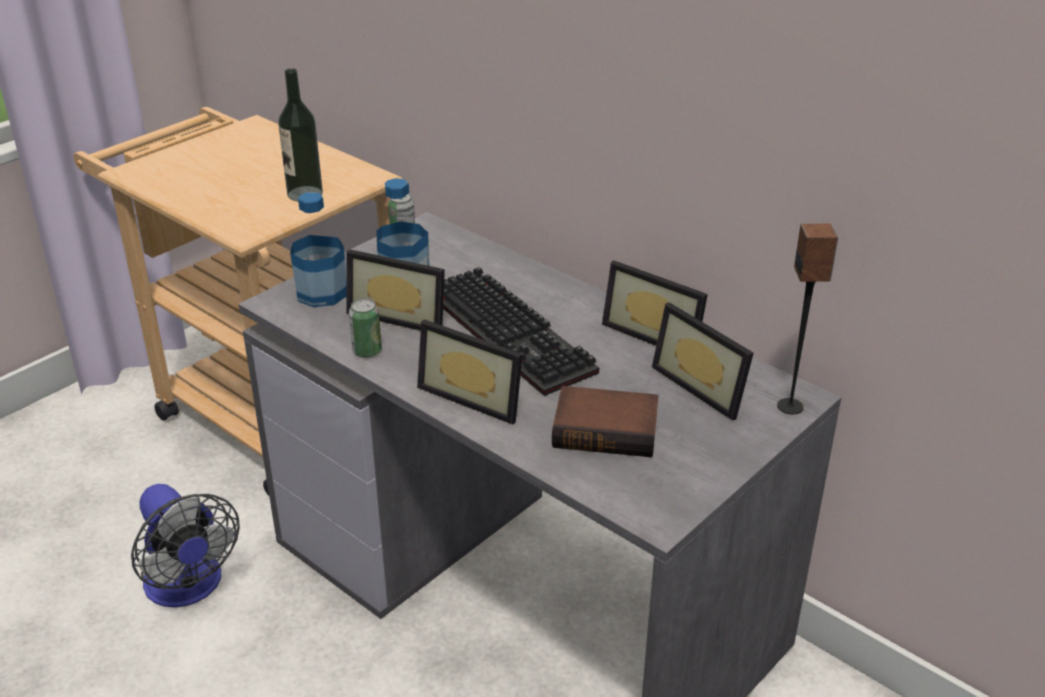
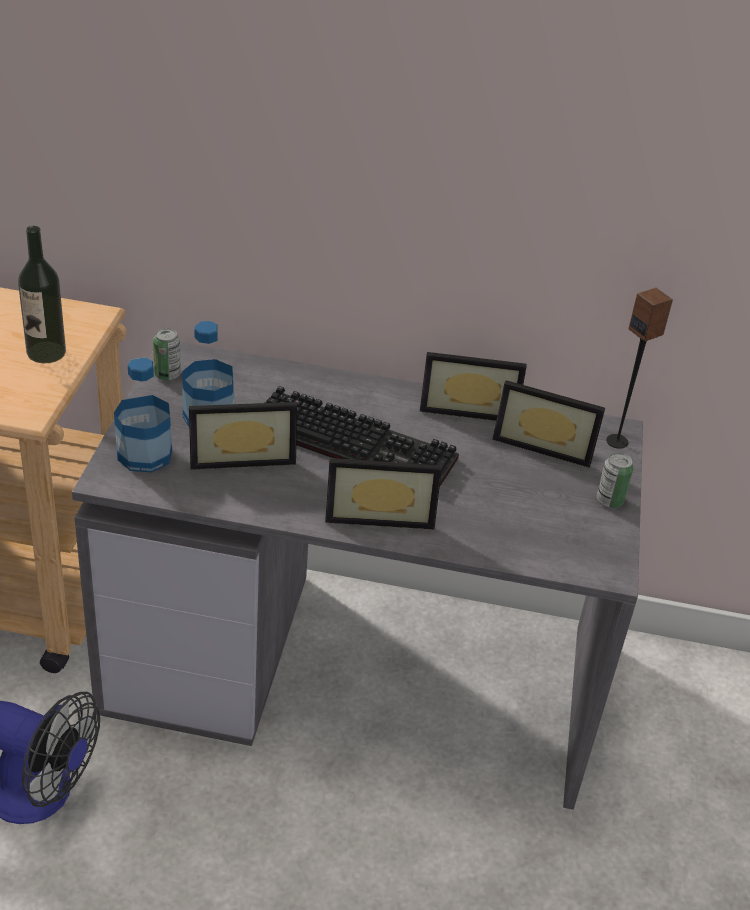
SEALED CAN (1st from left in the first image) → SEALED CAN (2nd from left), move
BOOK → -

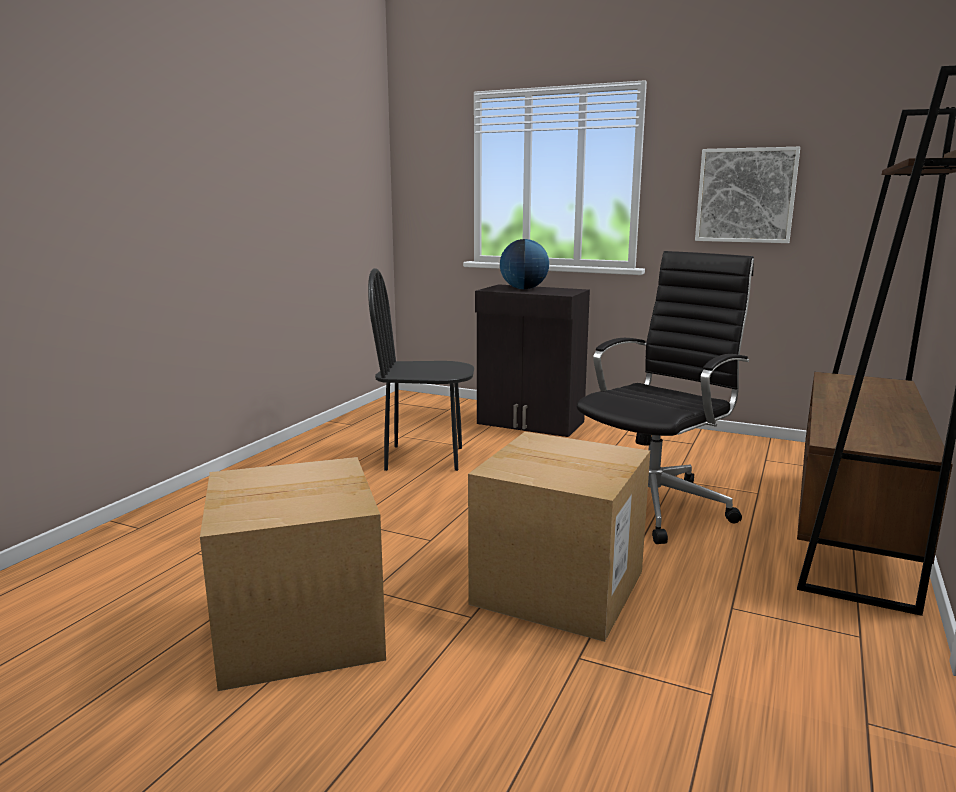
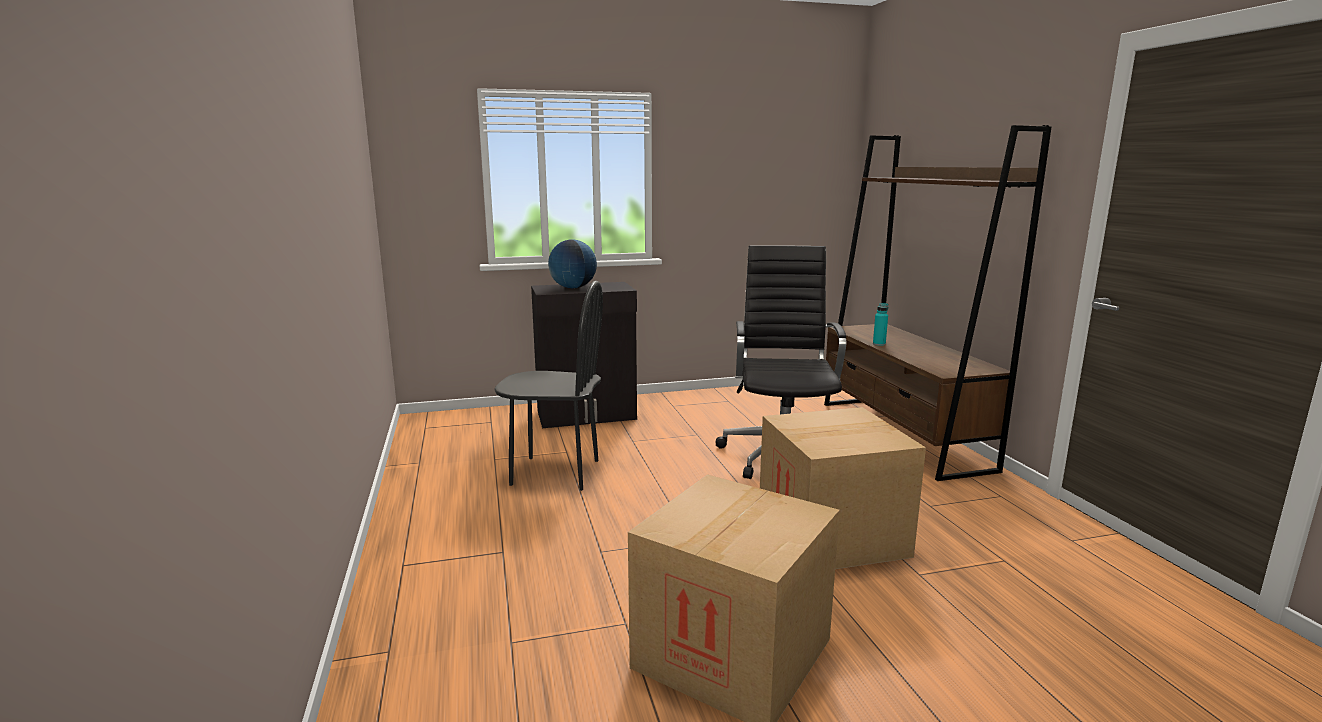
BLACK CHAIR, 135 degrees counterclockwise
- → TURQUOISE BEVERAGE BOTTLE
WALL PICTURE → -

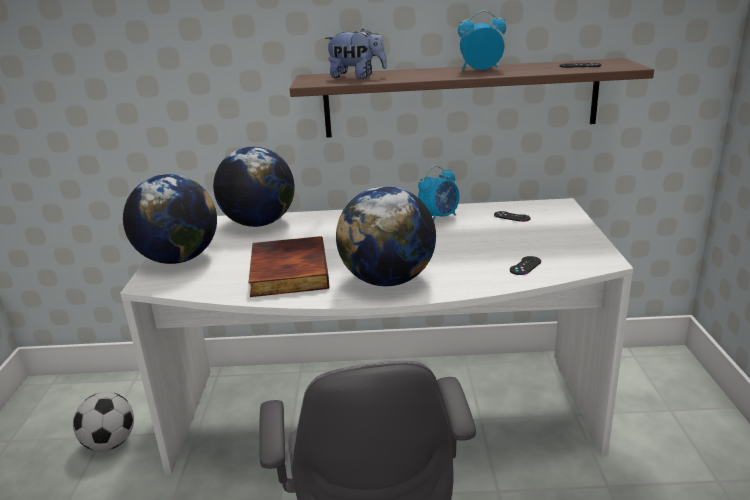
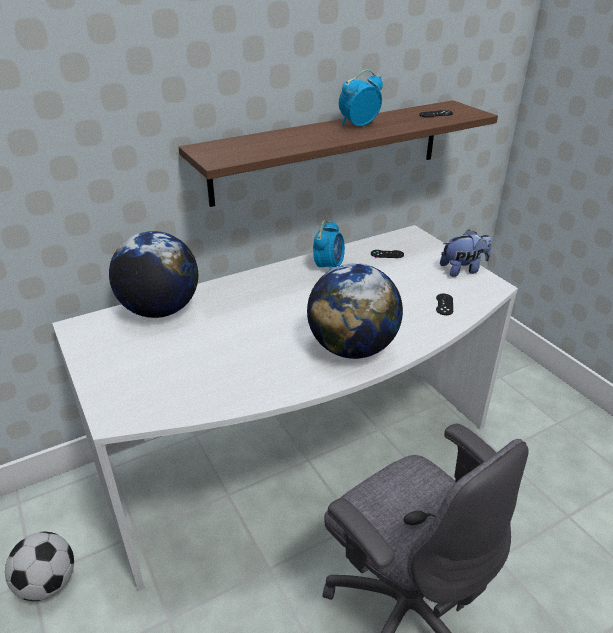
PLUSH TOY, move
WORLD GLOBE (1st from left) → -
BOOK → -

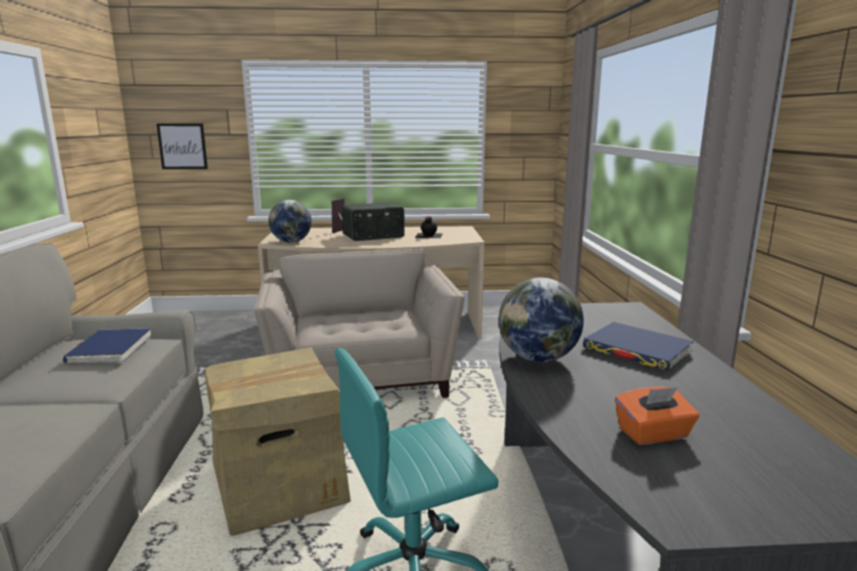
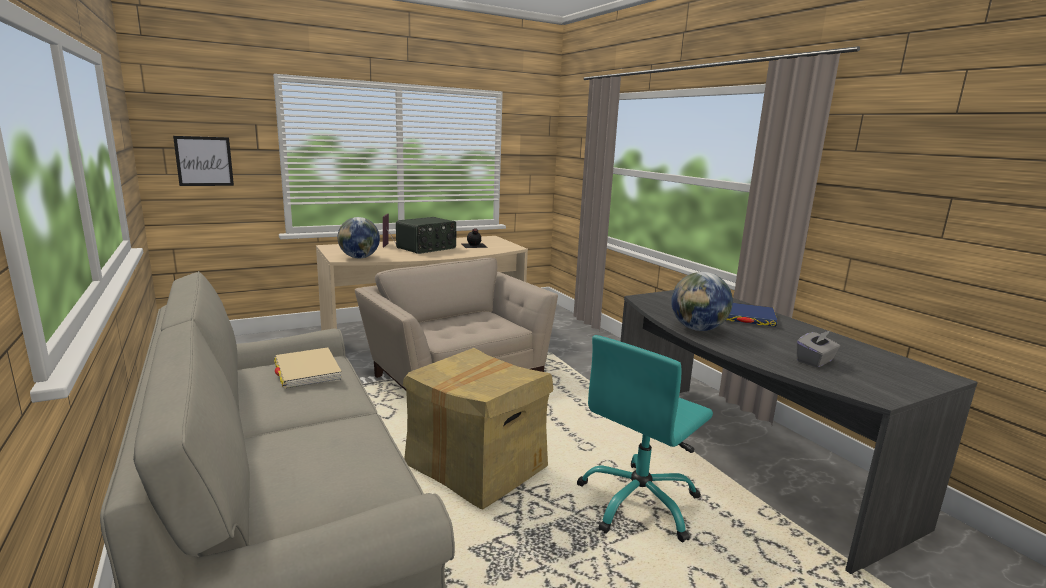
BLUE BOOK (1st from left) → SAND-COLOURED BOOK
ORANGE-COLOURED TISSUE BOX → GREYISH TISSUE BOX

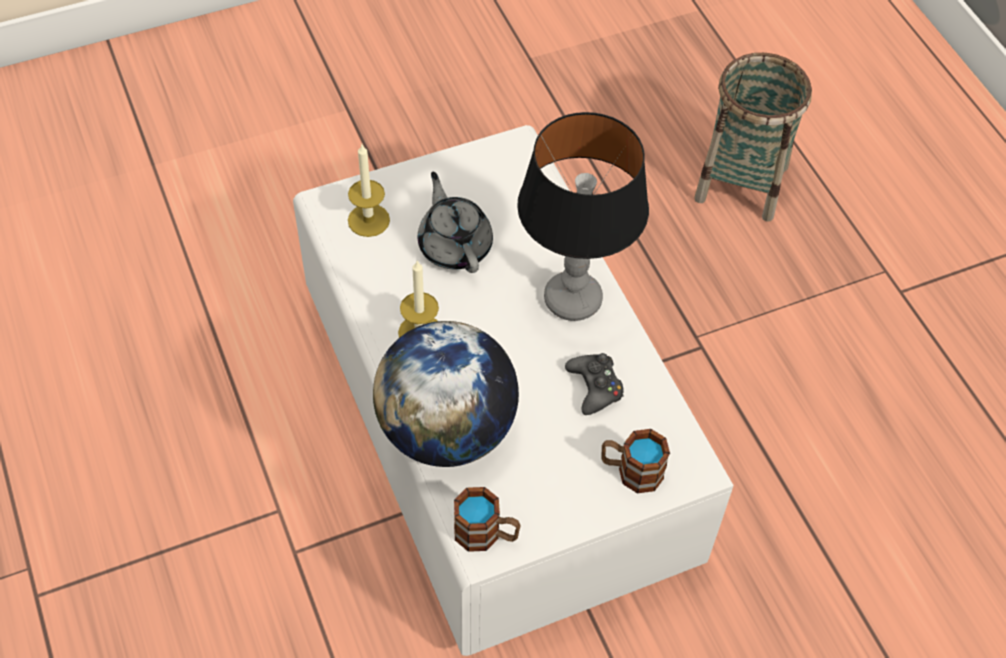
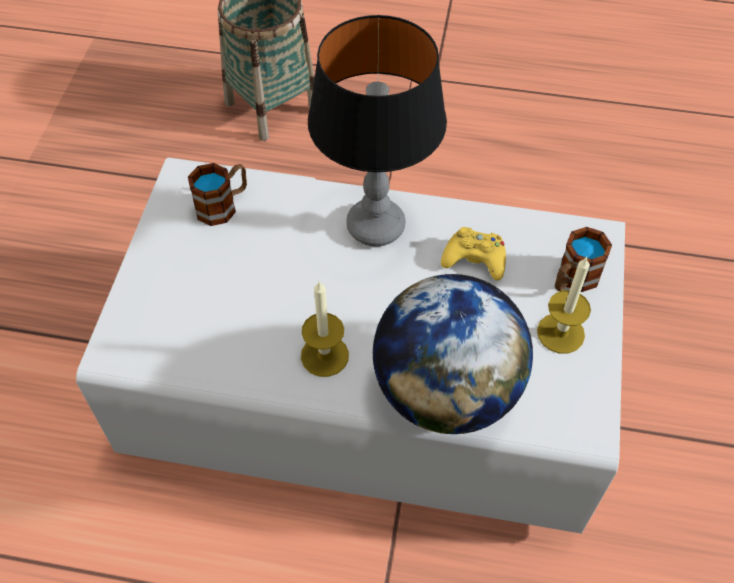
COFFEE MUG (1st from left), move
BLACK GAMEPAD → YELLOW GAMEPAD
WAX CANDLE (1st from left in the first image) → WAX CANDLE (2nd from left), move
GREYISH TEA POT → -

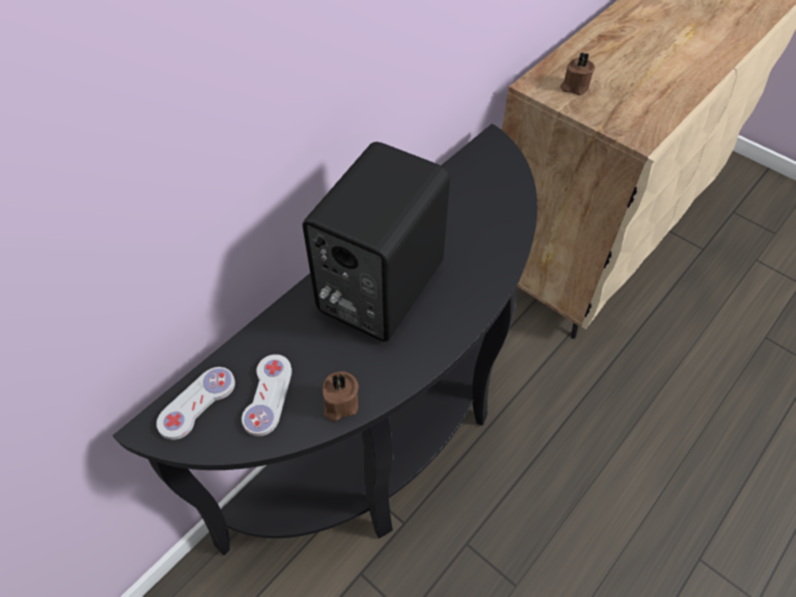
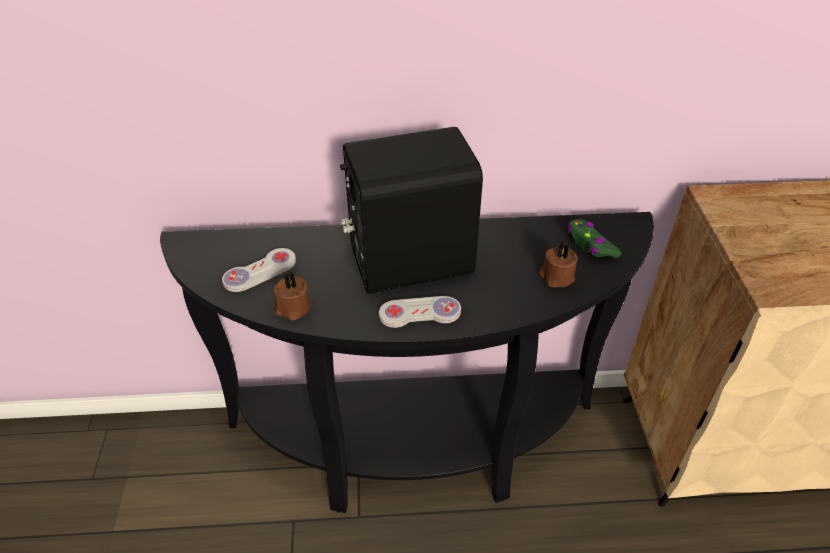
WHITE GAMEPAD (1st from left in the first image) → WHITE GAMEPAD (2nd from left), move
BROWN-COLOURED WAX CANDLE (2nd from left), move
- → GREEN-COLOURED GAMEPAD

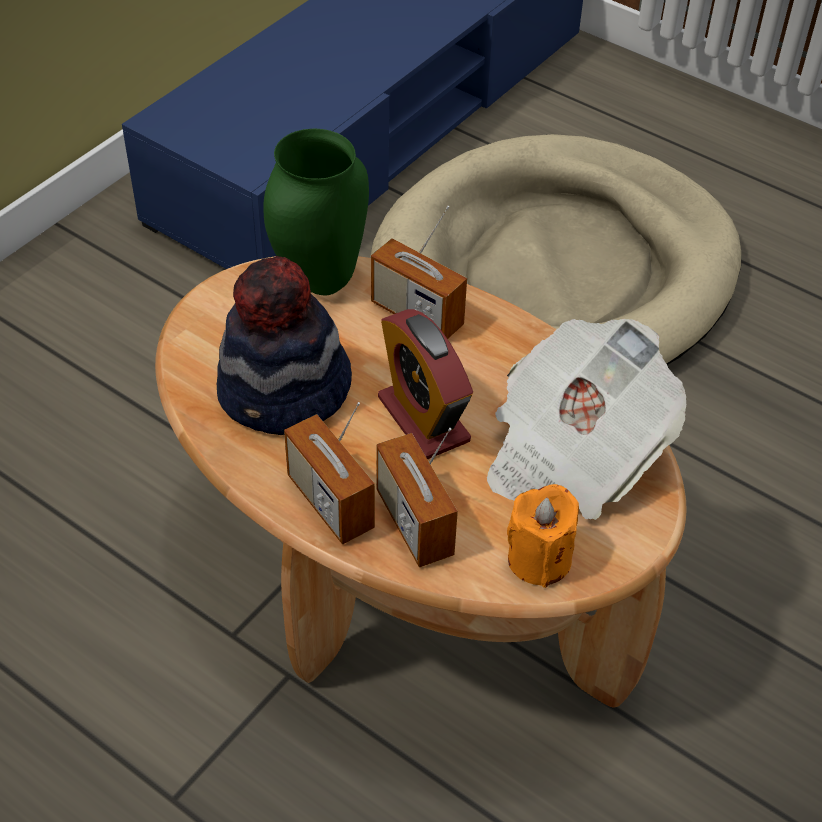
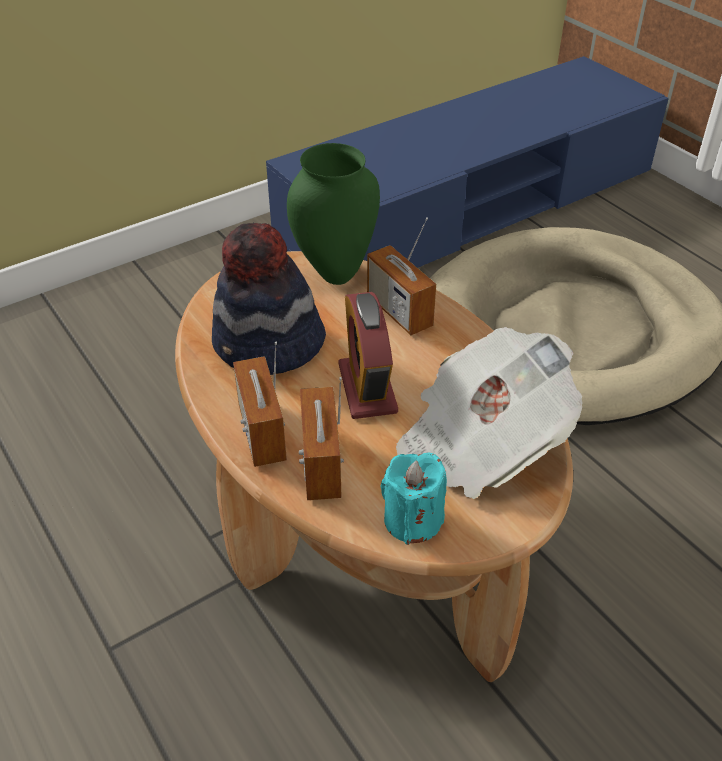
ORANGE-COLOURED WAX CANDLE → TURQUOISE WAX CANDLE

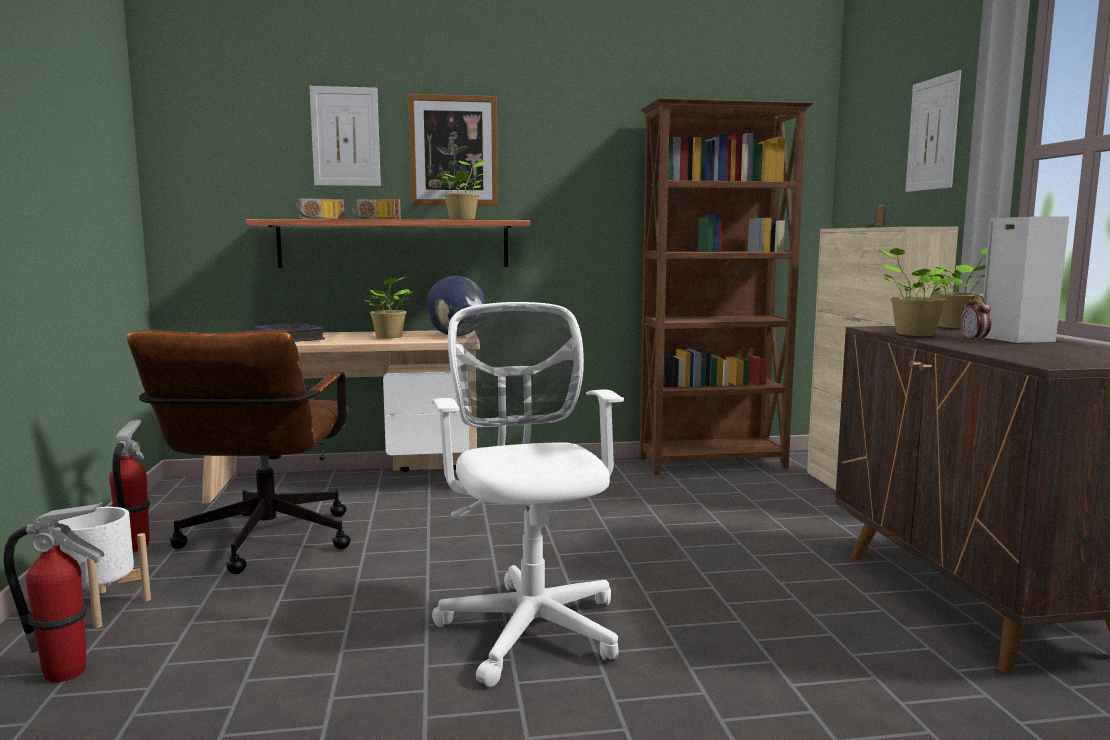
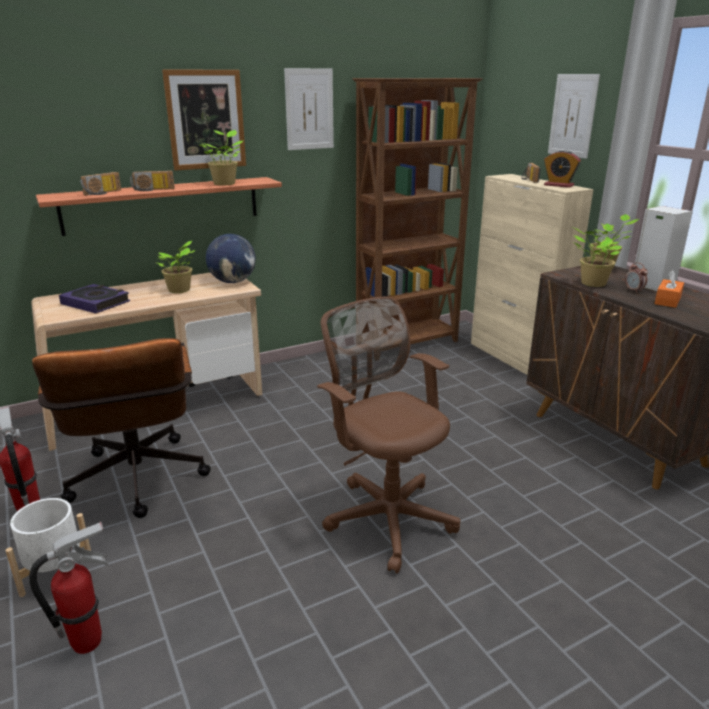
WALL PICTURE (1st from left in the first image) → WALL PICTURE (2nd from left), move
WHITE DESK CHAIR → BROWN-COLOURED DESK CHAIR (2nd from left)
- → ALARM CLOCK (1st from left)
- → ORANGE-COLOURED TISSUE BOX

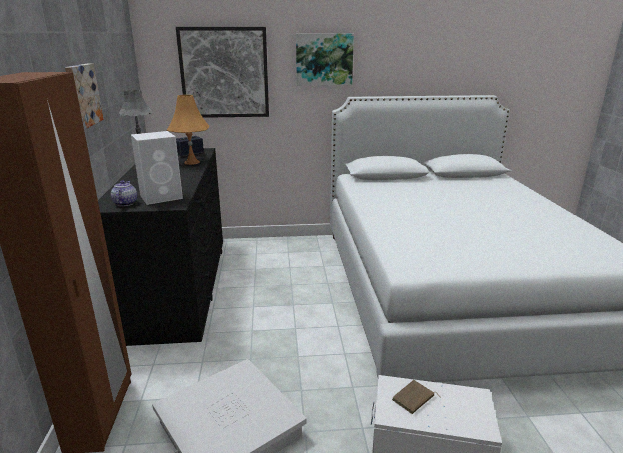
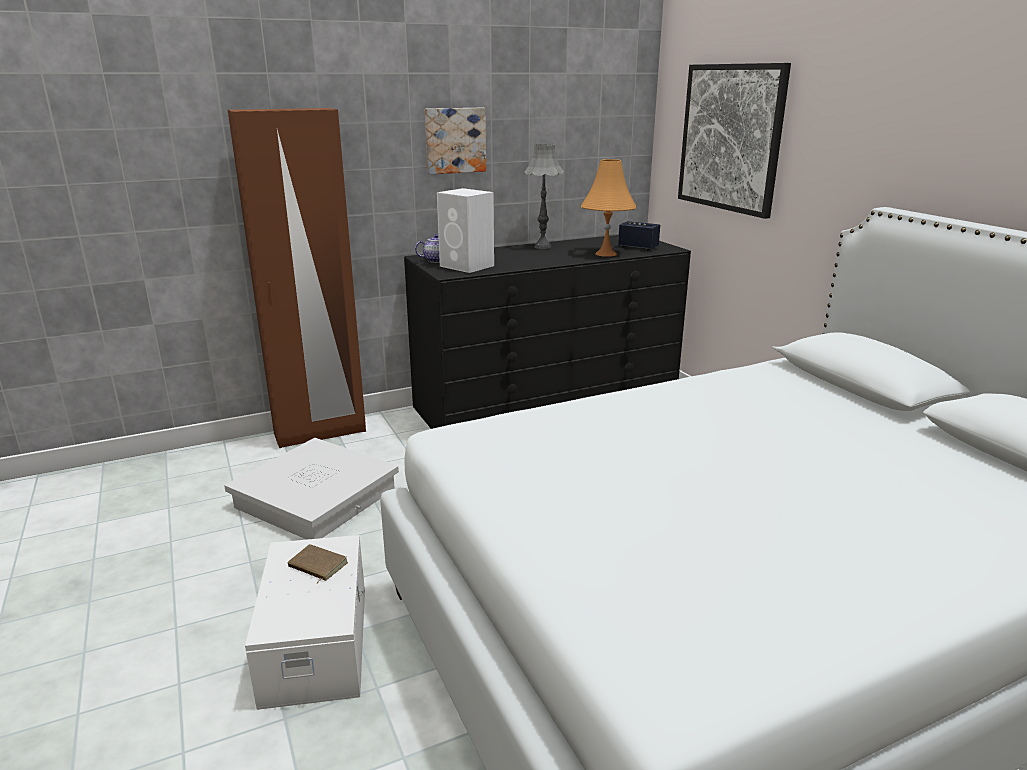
WALL PICTURE (3rd from left) → -

